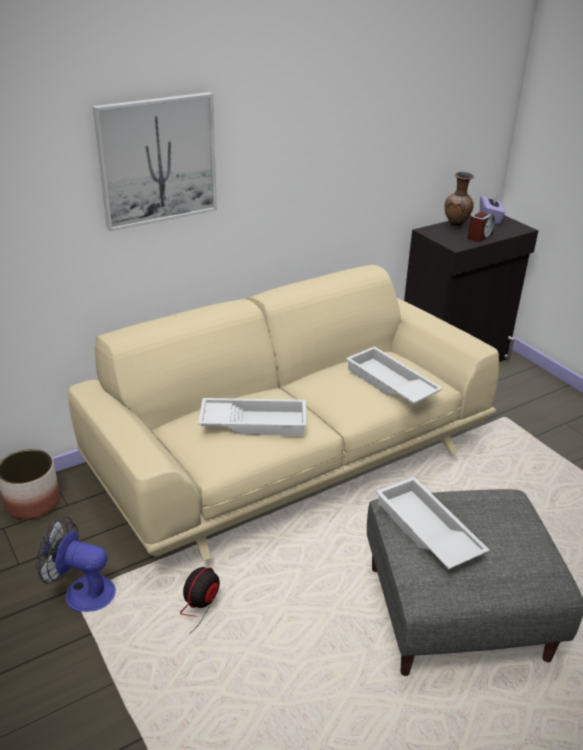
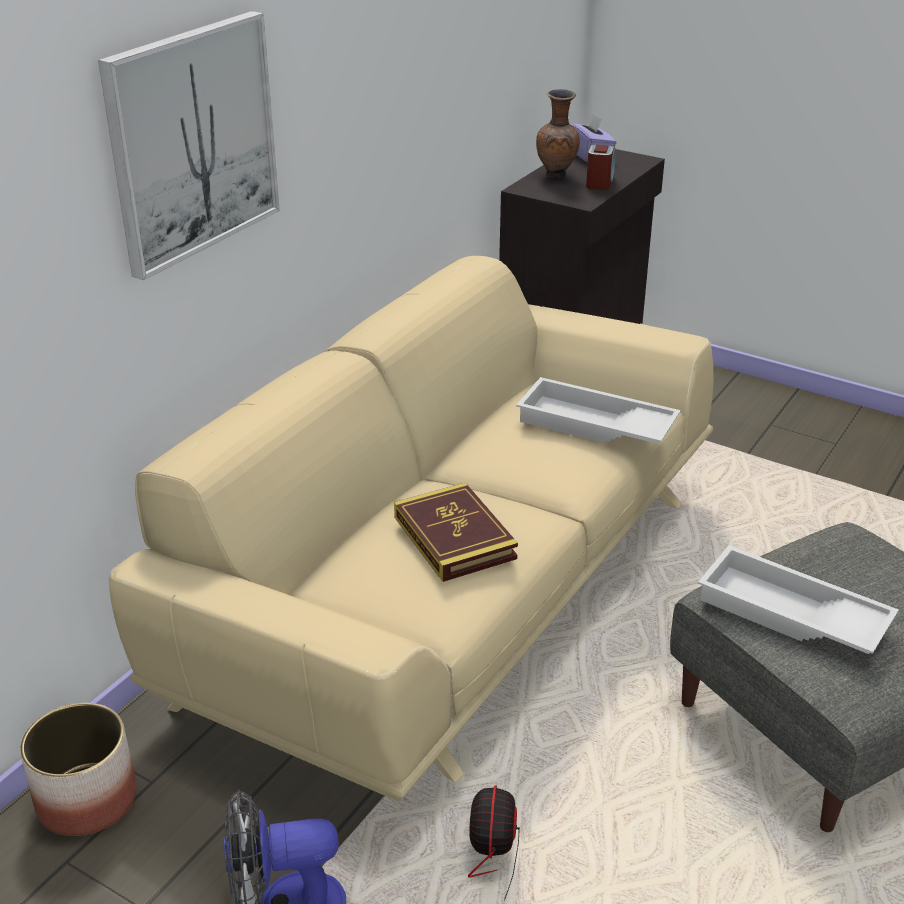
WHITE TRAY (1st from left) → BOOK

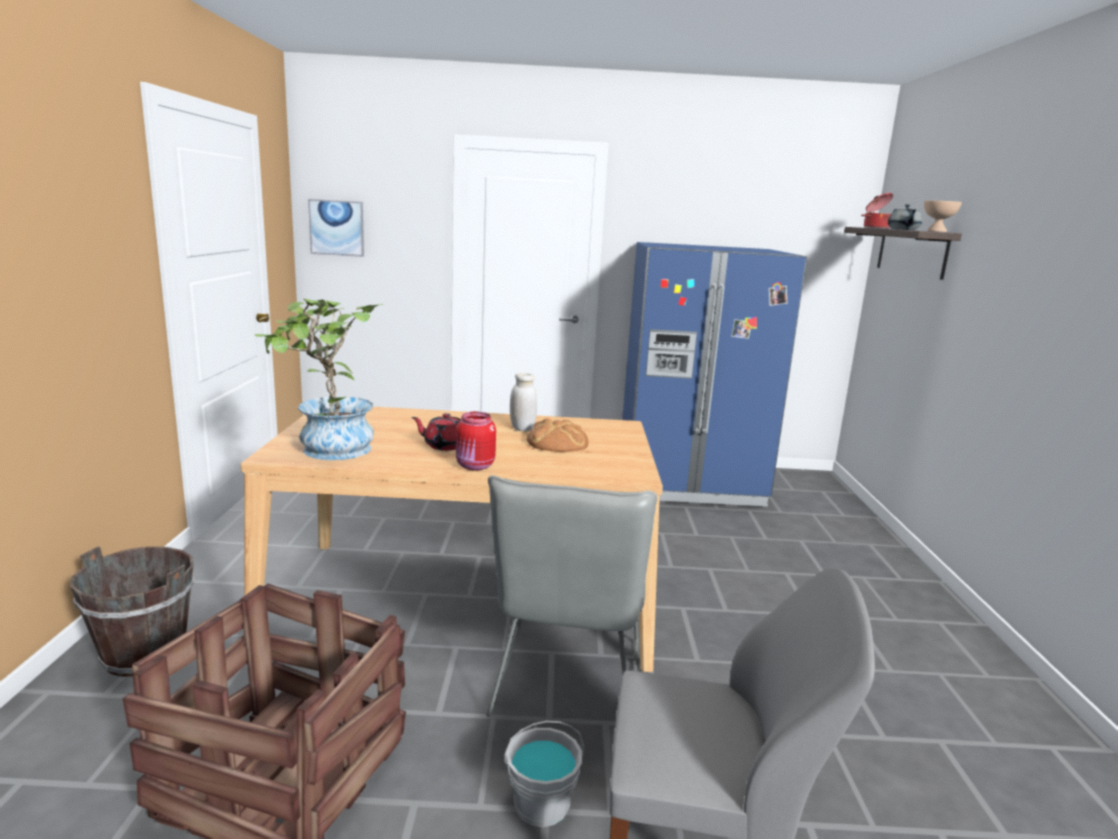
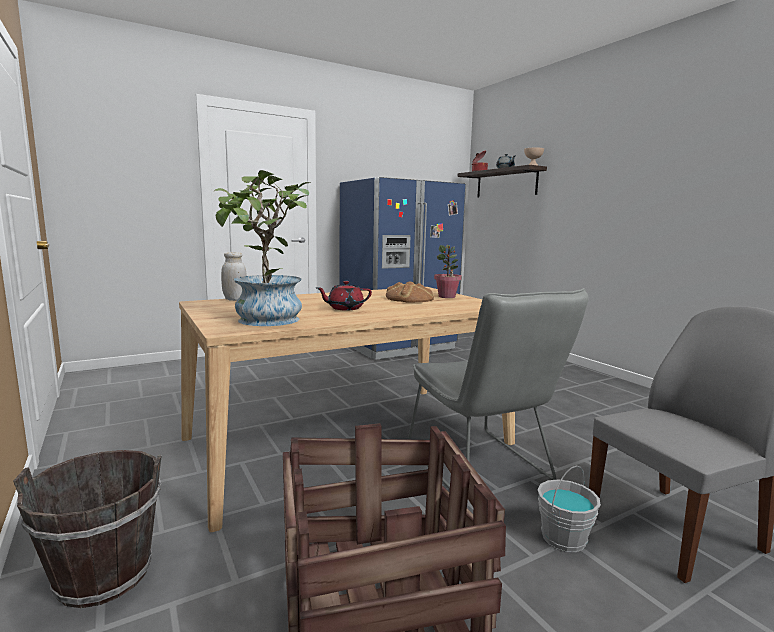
WHITE STORAGE JAR, move
- → PLANT IN A POT (2nd from left)
WALL PICTURE → -
REDDISH STORAGE JAR → -

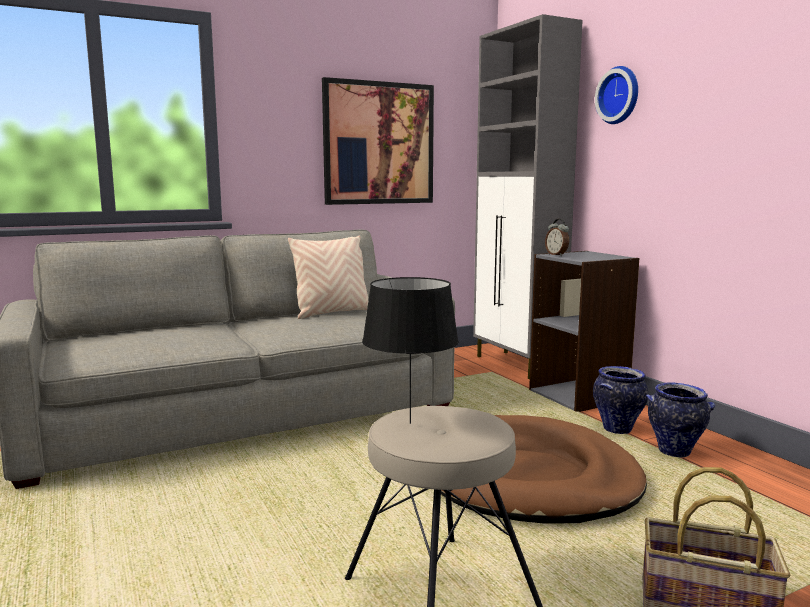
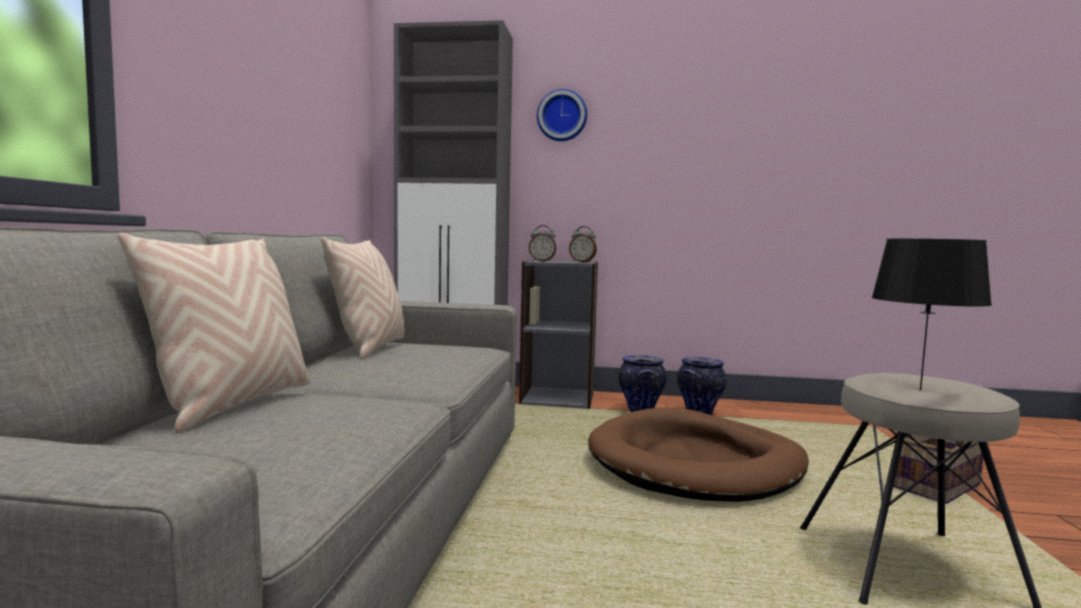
- → SAND-COLOURED PILLOW (1st from left)
- → ALARM CLOCK (2nd from left)
WALL PICTURE → -

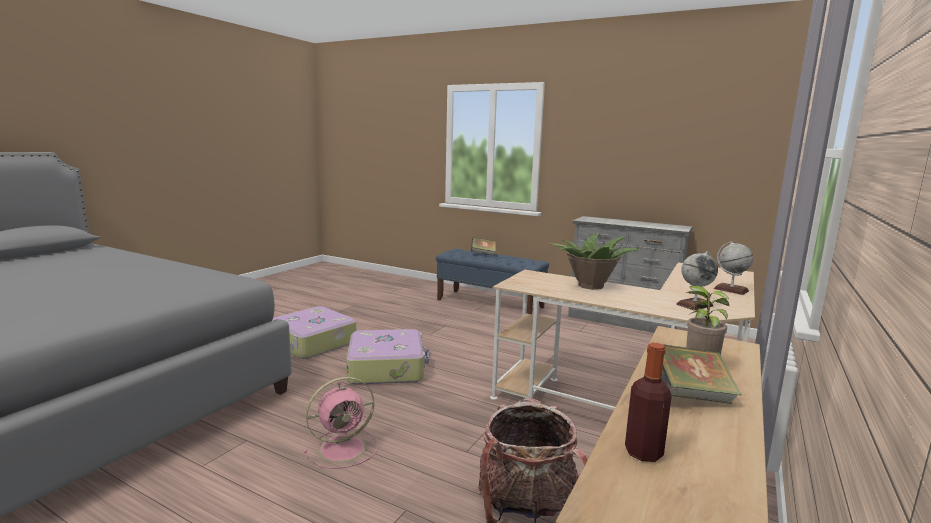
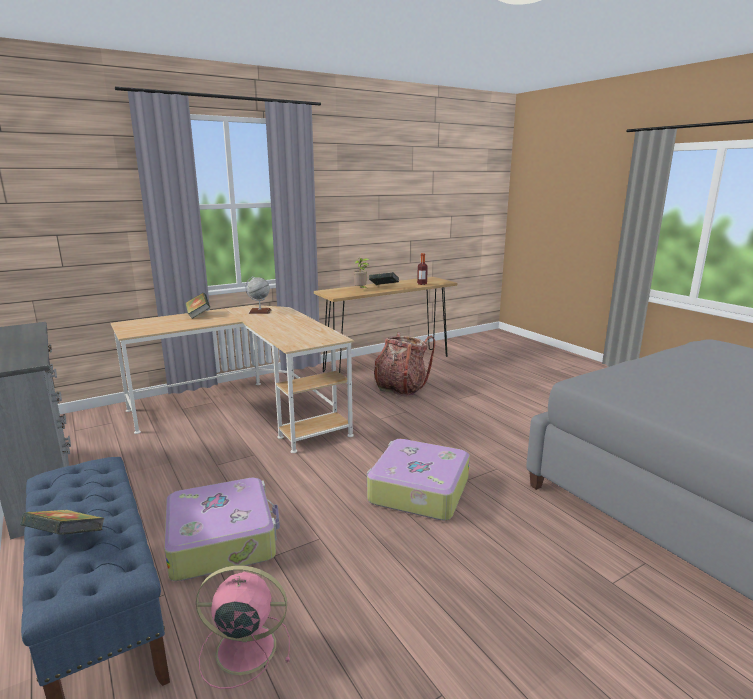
PIECE OF LUGGAGE (1st from left), move
WORLD GLOBE (2nd from left) → BOOK (2nd from left)
PINK-COLOURED COOLING FAN, move
PLANT IN A POT (1st from left) → -

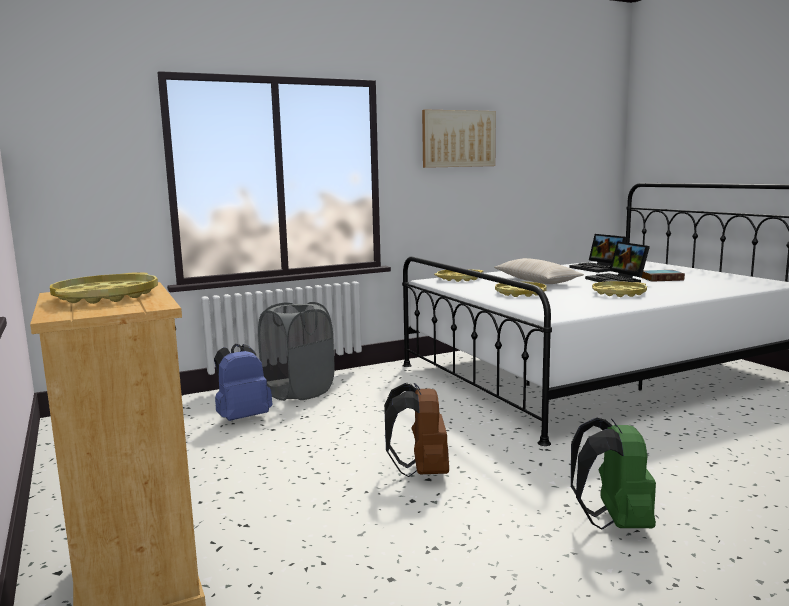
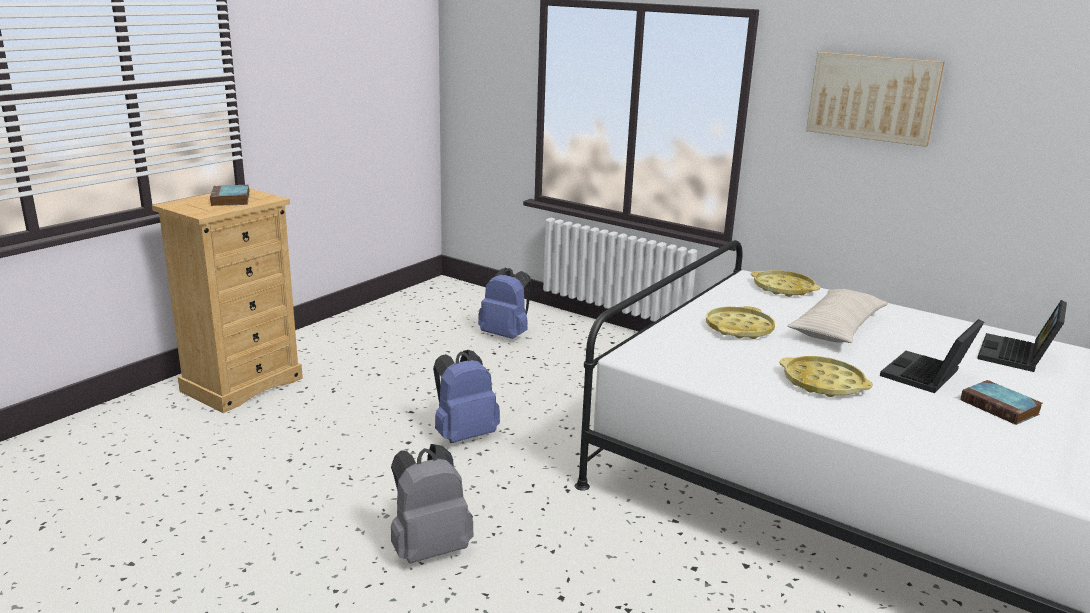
YELLOW TRAY (1st from left) → BOOK (1st from left)
GREEN-COLOURED RUCKSACK → GREYISH RUCKSACK
BROWN-COLOURED RUCKSACK → BLUE RUCKSACK (1st from left)
GREYISH LAUNDRY BASKET → -

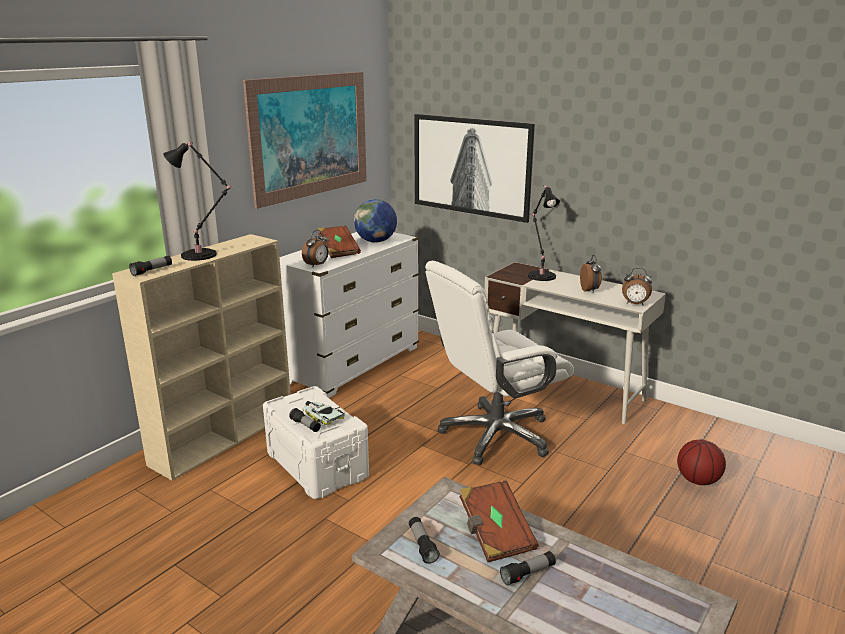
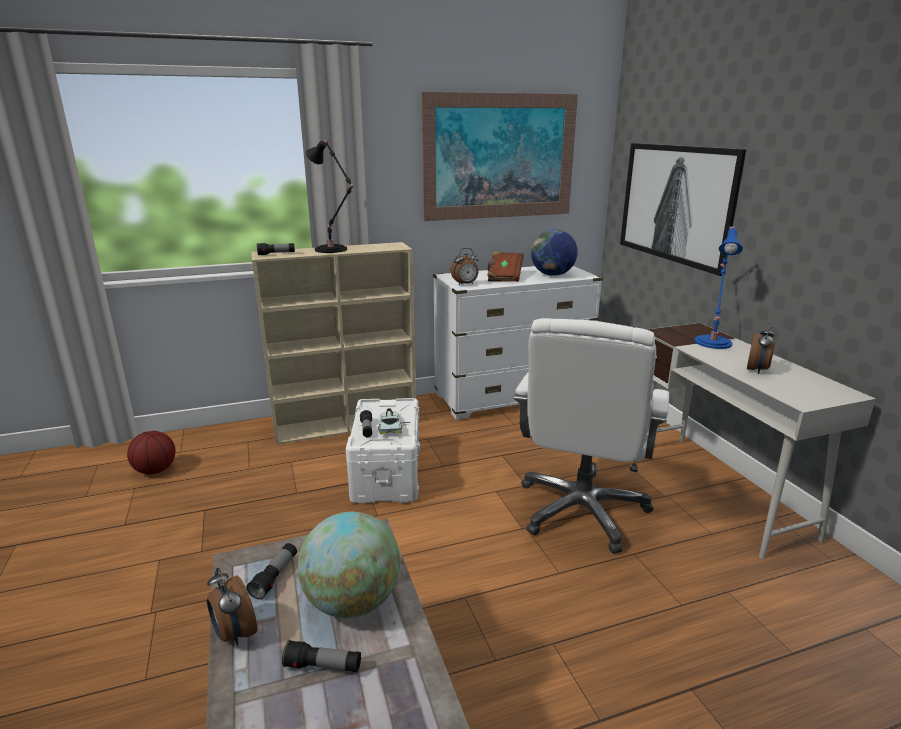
BALL FOR BASKETBALL, move
ALARM CLOCK (3rd from left in the first image) → ALARM CLOCK (1st from left), move
BROWN-COLOURED BOOK (2nd from left) → WORLD GLOBE (1st from left)
WHITE DESK CHAIR, 75 degrees counterclockwise
BLACK TABLETOP LAMP (2nd from left) → BLUE TABLETOP LAMP

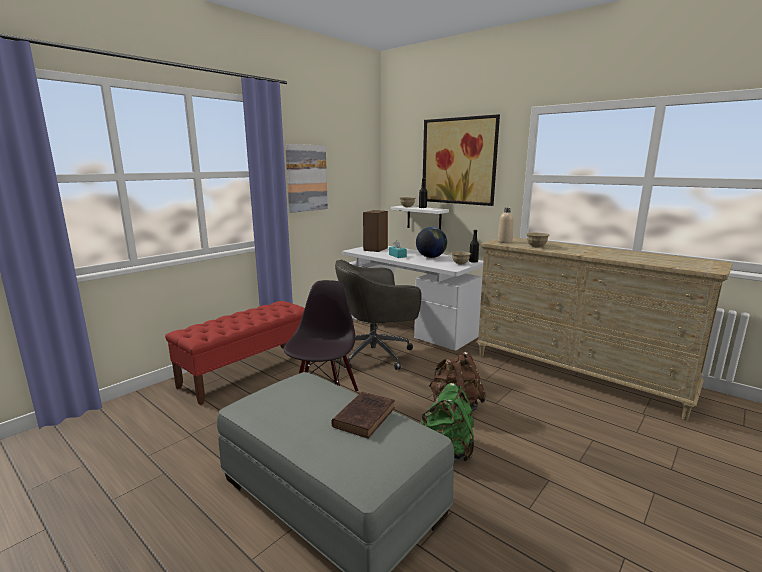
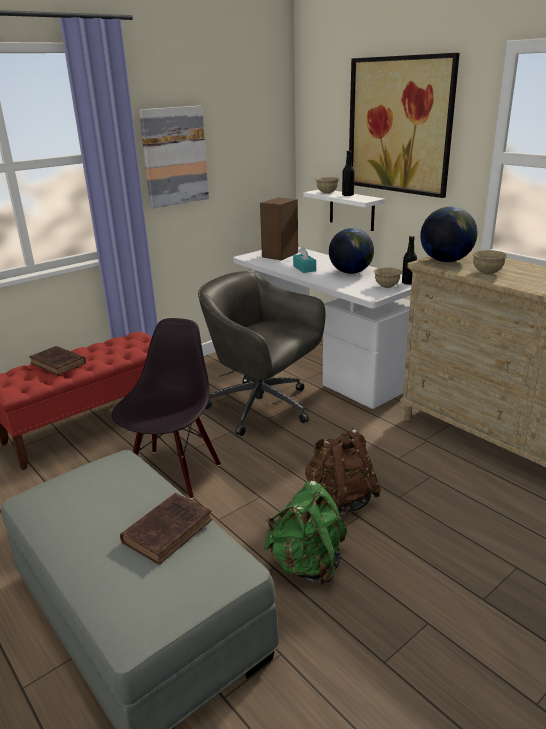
- → BROWN-COLOURED BOOK (1st from left)
GREYISH DESK CHAIR, 45 degrees clockwise
SAND-COLOURED BEVERAGE BOTTLE → WORLD GLOBE (2nd from left)

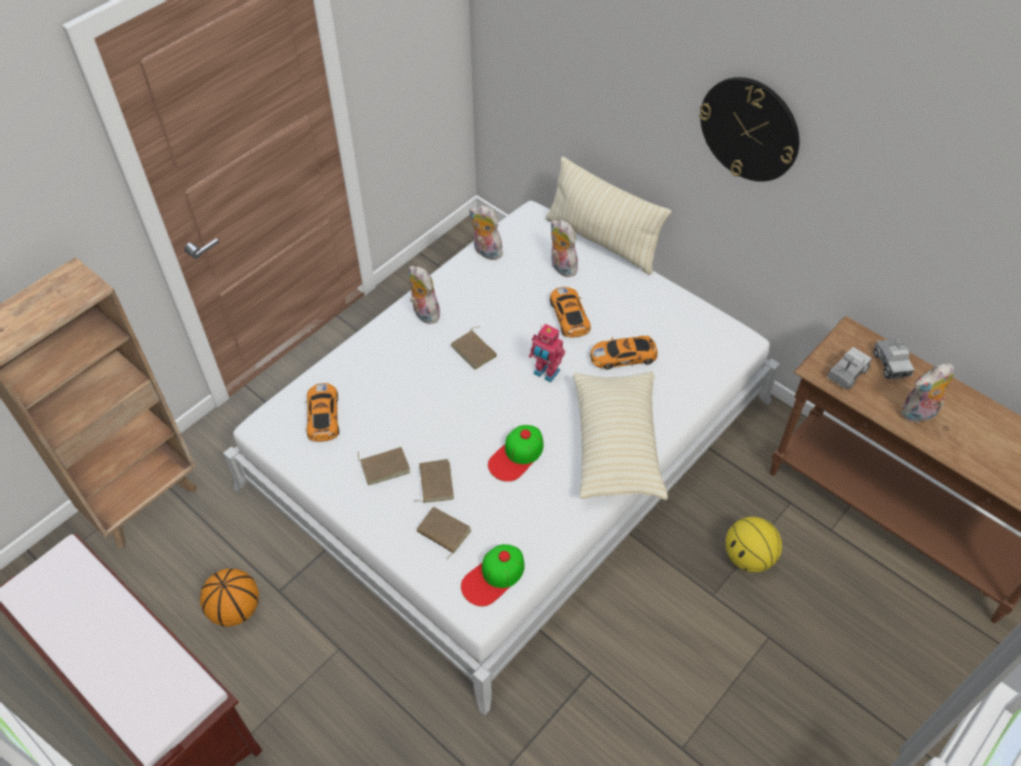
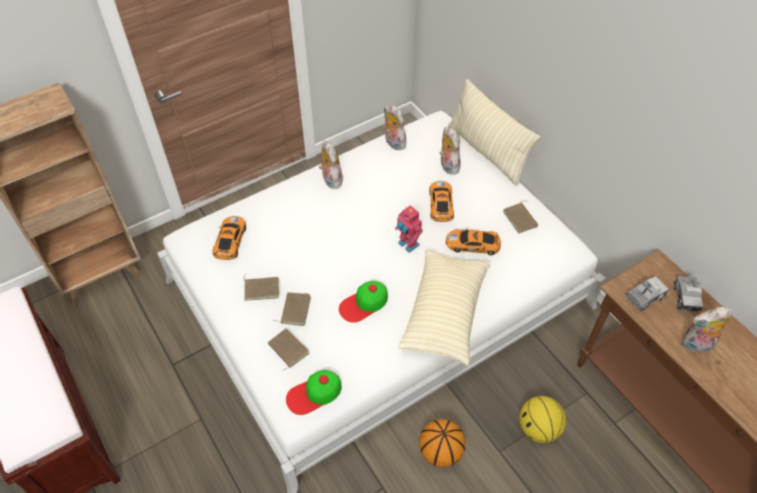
BALL FOR BASKETBALL (1st from left), move
BROWN-COLOURED BOOK (4th from left), move
HANGING CLOCK → -

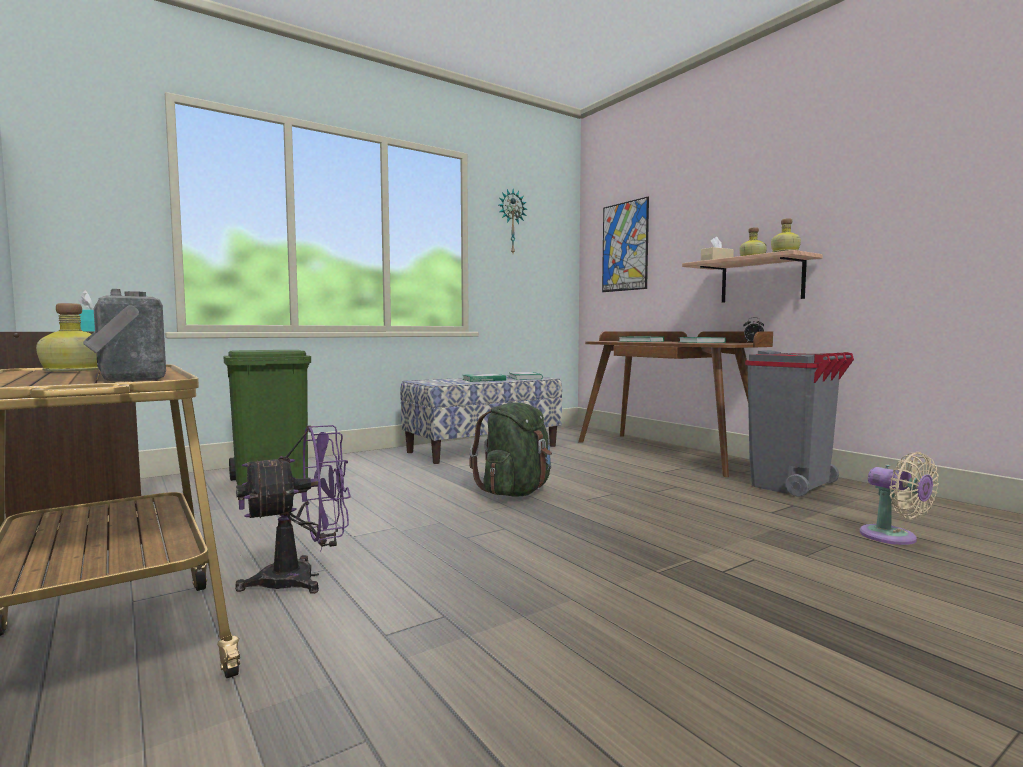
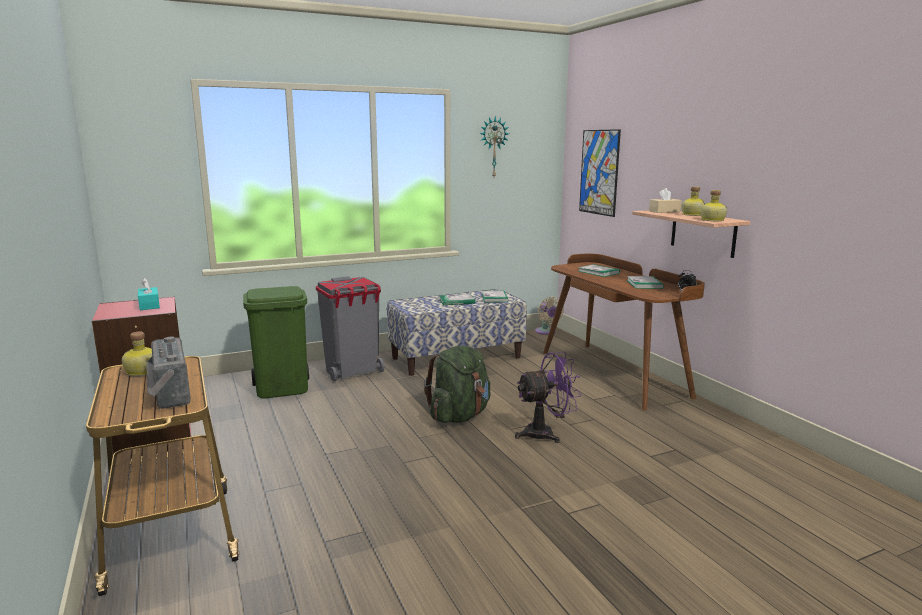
GREYISH RUBBISH BIN, move
PURPLE-COLOURED COOLING FAN, move
SAND-COLOURED COOLING FAN, move

